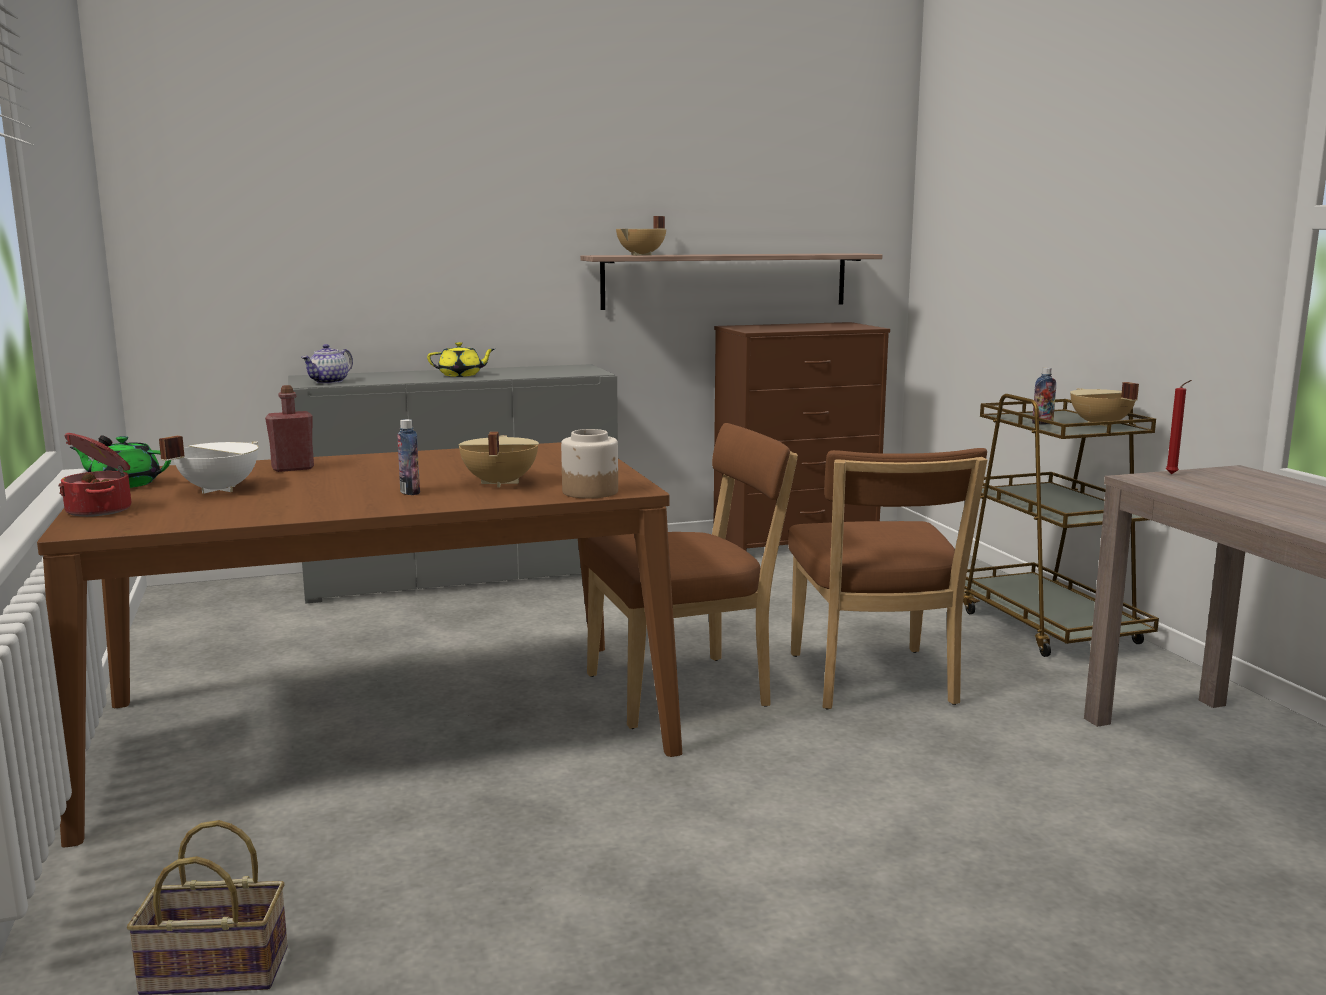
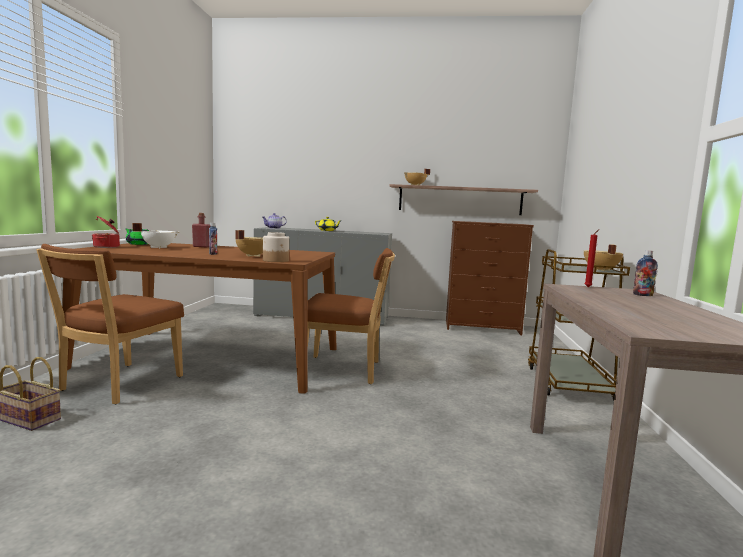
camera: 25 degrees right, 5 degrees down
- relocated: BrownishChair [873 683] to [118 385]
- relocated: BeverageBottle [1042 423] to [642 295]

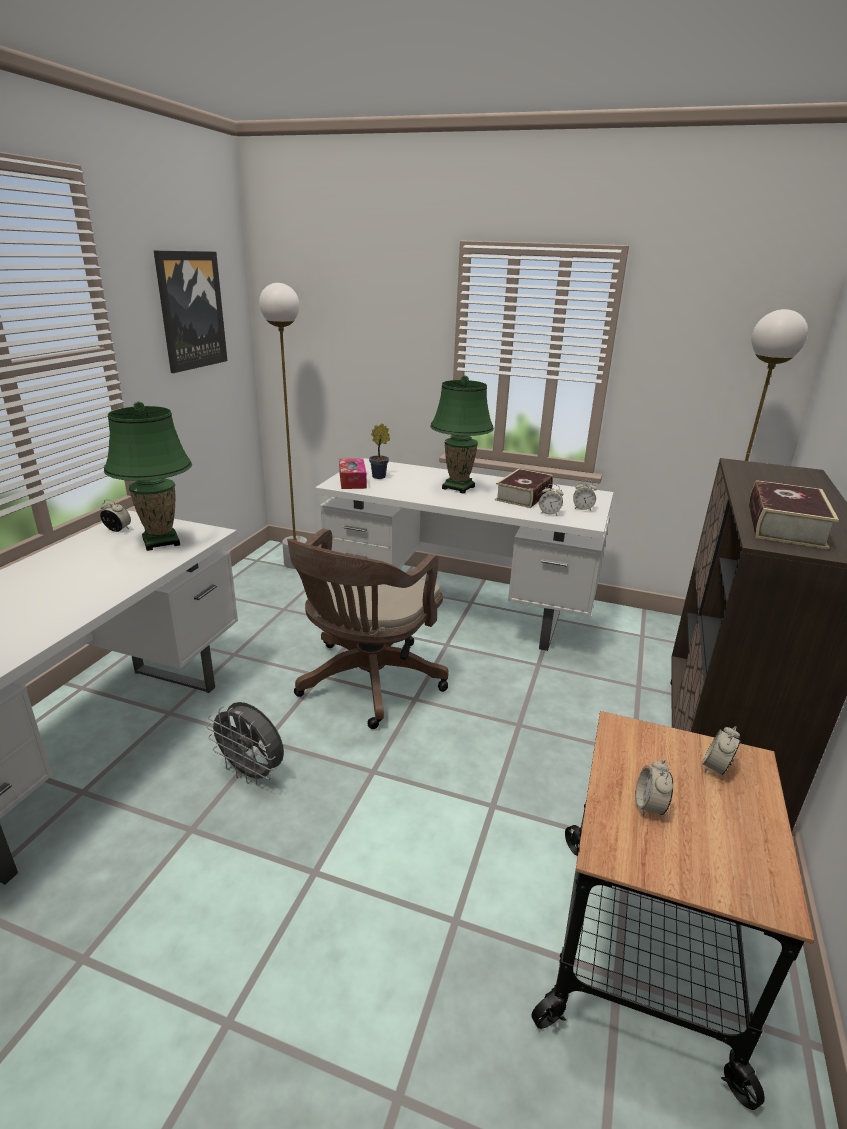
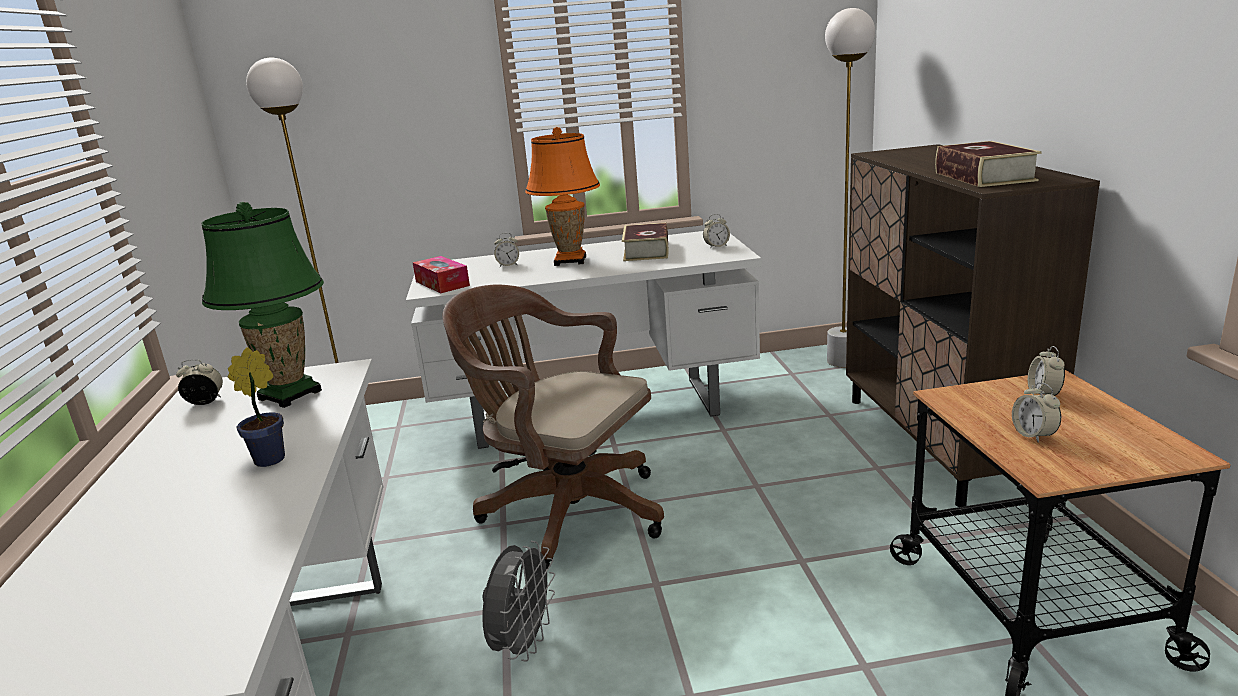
camera: 25 degrees left, 5 degrees down
- missing: Picture [191 310]
- relocated: PottedPlant [380 476] to [273 458]
- relocated: BedsideClock [549 513] to [508 265]
- colour: GreenColouredTabletopLamp [458 487] to OrangeTabletopLamp [570 261]
- spun: GreyishFan [252 773] = [523 644] 75 degrees counterclockwise
- spun: BrownishDeskChair [366 683] = [565 510] 120 degrees clockwise

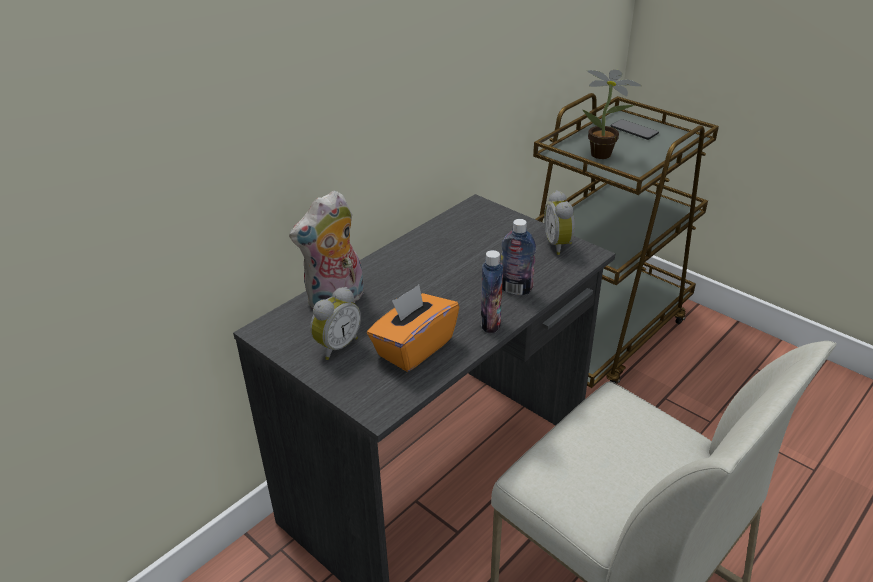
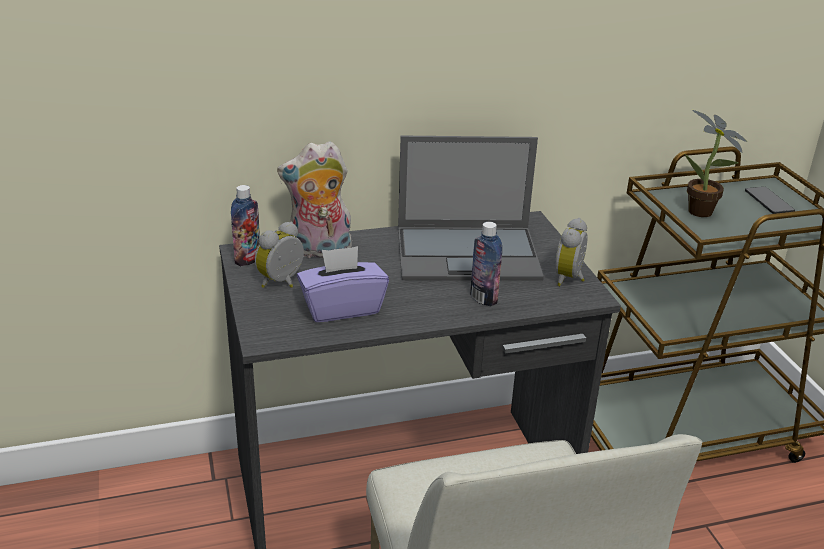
camera: 30 degrees right, 5 degrees down
- appeared: NotebookComputer [469 253]
- relocated: BeverageBottle [490 323] to [248 259]
- colour: OrangeTissueBox [414 347] to PurplishTissueBox [342 308]
- spun: BedsideClock [336 346] = [283 283] 150 degrees clockwise

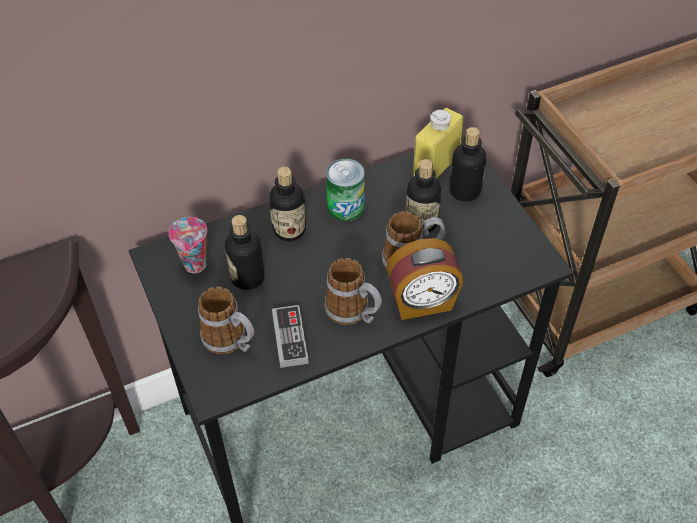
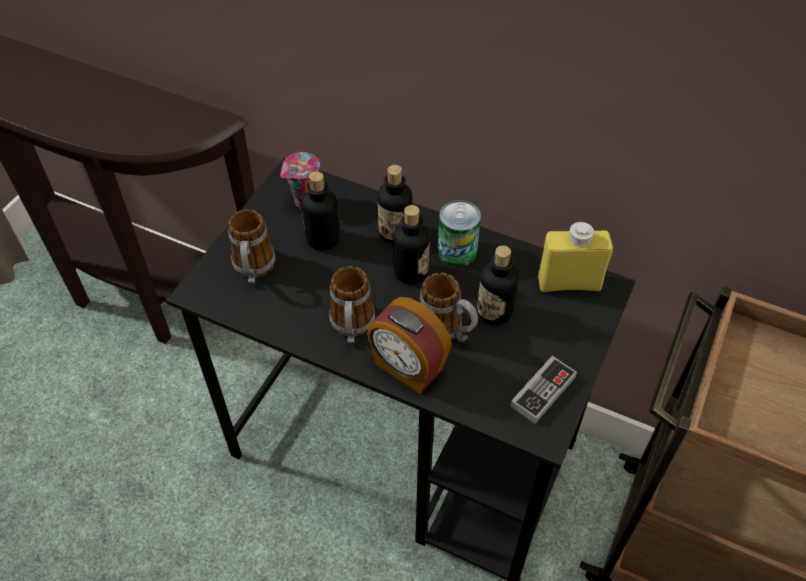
camera: 50 degrees right, 0 degrees up
- relocated: GameController [290 338] to [543 391]
- relocated: BeverageBottle [464 191] to [411 272]

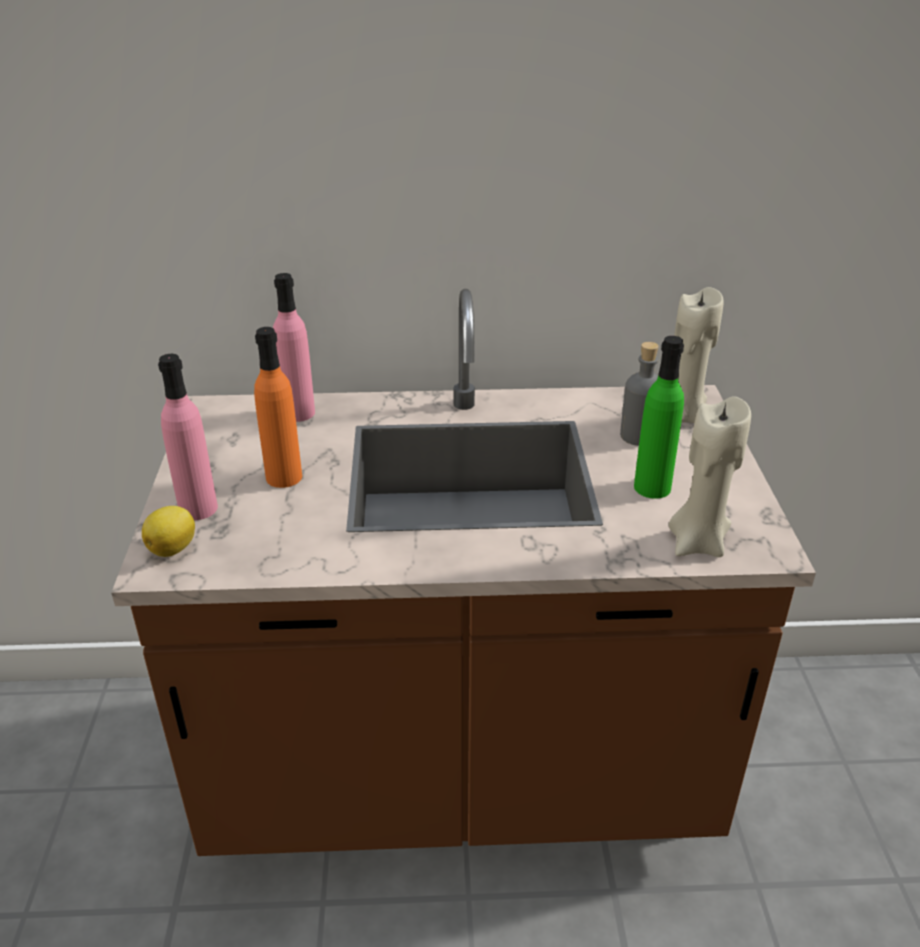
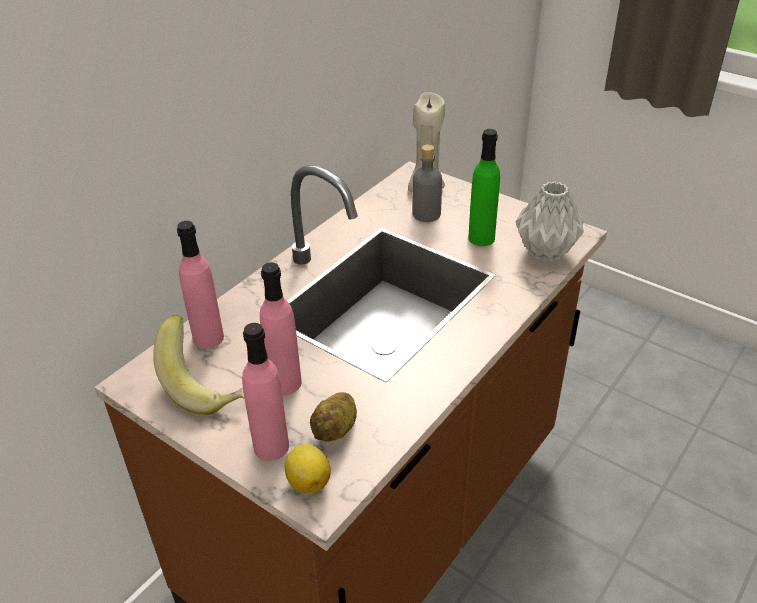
camera: 50 degrees left, 5 degrees up
- appeared: Banana [205 385]
- appeared: WholePotato [336 429]
- exchanged: SandColouredWaxLight [697 543] to GreyishDecorativeVase [547 252]
- colour: OrangeBeverageBottle [284 477] to PinkishBeverageBottle [285 383]

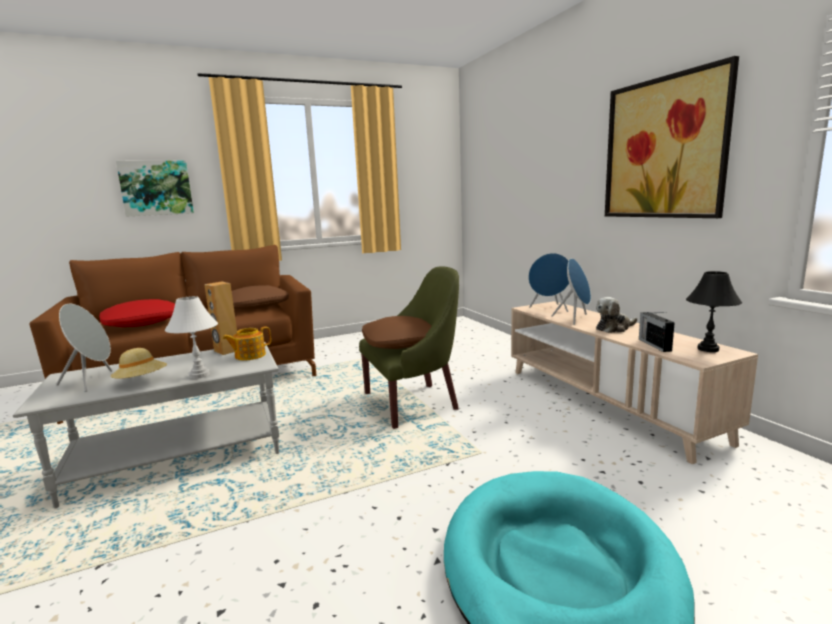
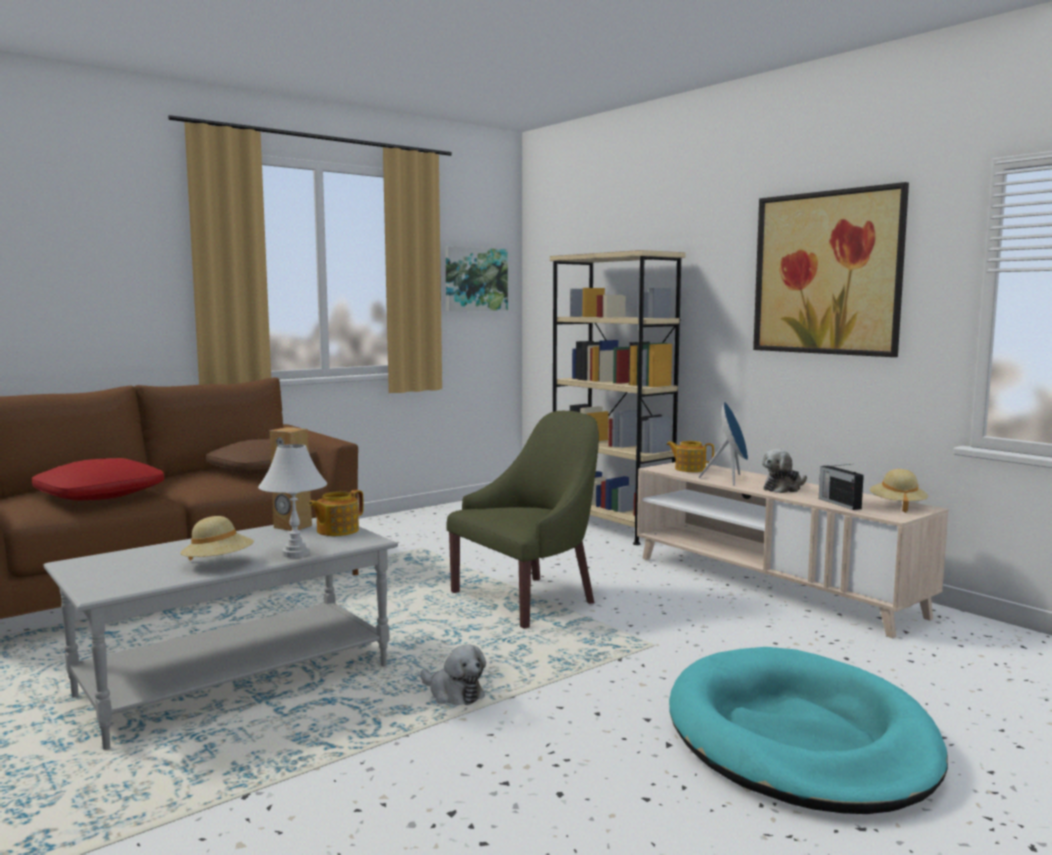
camera: 15 degrees left, 5 degrees down
- missing: GreyishLoudspeaker [92 381]
- missing: BrownishCushion [399 342]
- appeared: CuddlyToy [453 694]
- appeared: SandColouredShelvingUnit [610 526]
- relocated: Picture [156 188] to [475 279]
- exchanged: BlueLoudspeaker [550 309] to TeaPot [689 469]
- exchanged: BlackTabletopLamp [708 349] to SandColouredWearableHat [897 506]

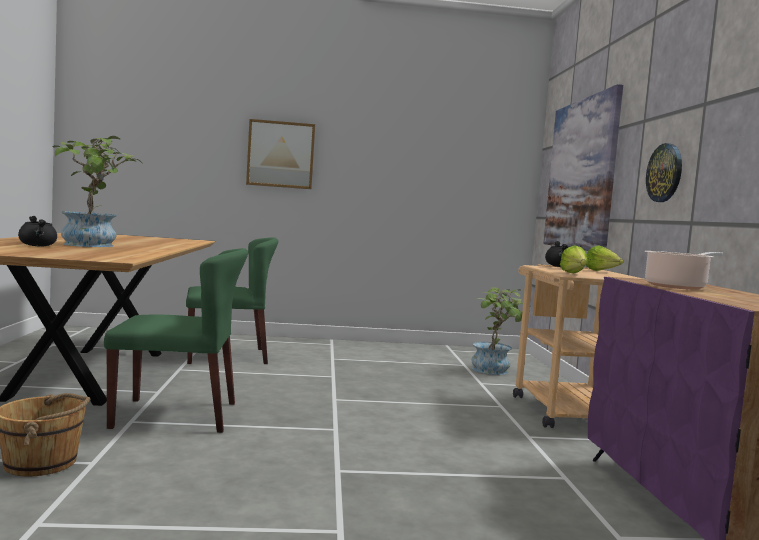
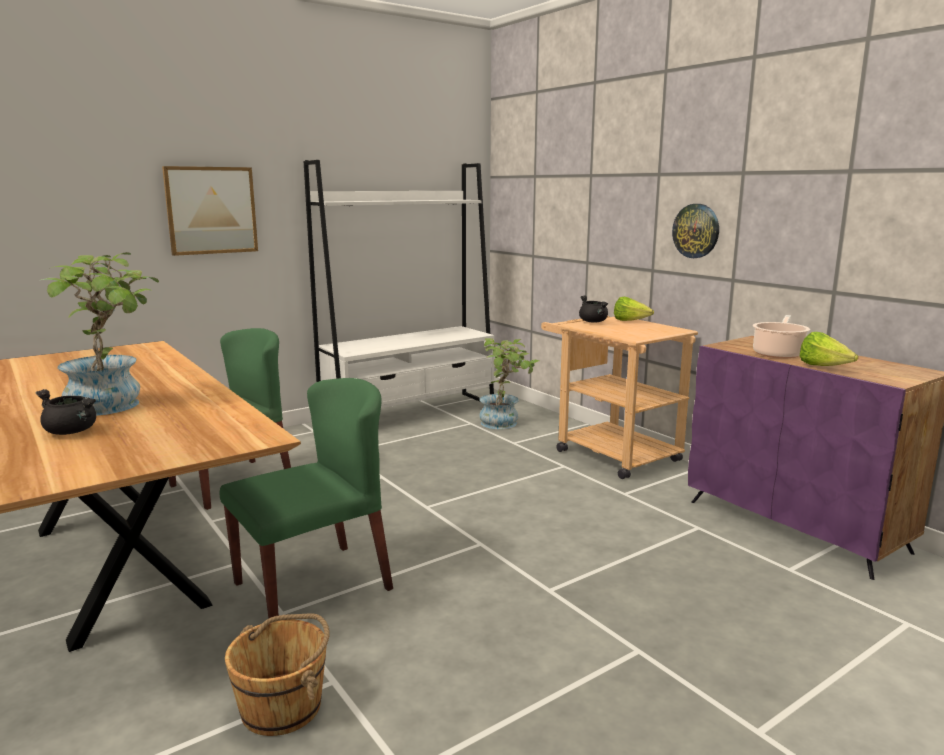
camera: 30 degrees left, 10 degrees up
- missing: Picture [581 174]
- appeared: WhitishShelvingUnit [410 414]
- relocated: LettuceHead [574 274] to [823 367]

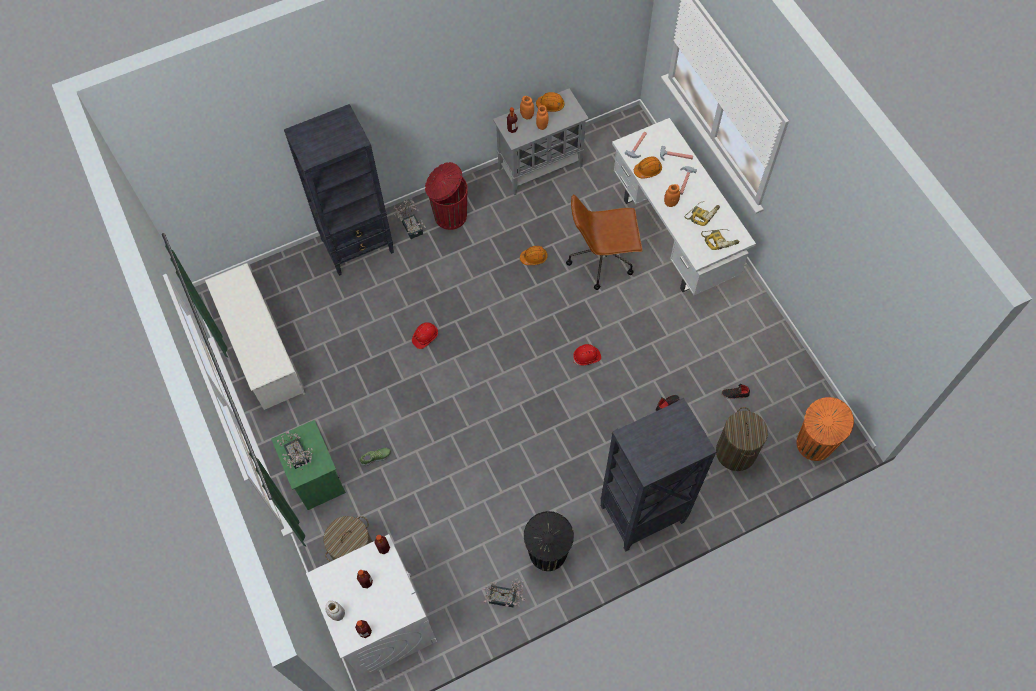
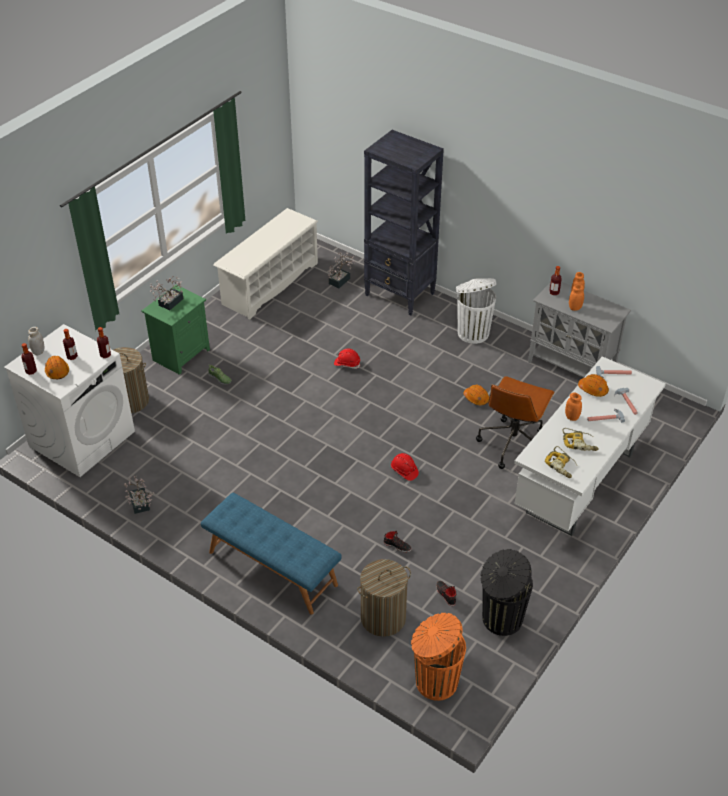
camera: 60 degrees right, 20 degrees down
- relocated: PottedPlant [411 226] to [341 280]
- relocated: BlackWasteBin [547 554] to [501 619]
- relocated: OrangeWorkHelmet [550 105] to [57 371]
- exchanged: BlackShelvingUnit [641 514] to BlueIndoorBench [272 569]
- colour: ReddishWasteBin [449 216] to WhitishWasteBin [472 332]
- spun: BrownishDeskChair [602 259] = [512 443] 120 degrees counterclockwise

